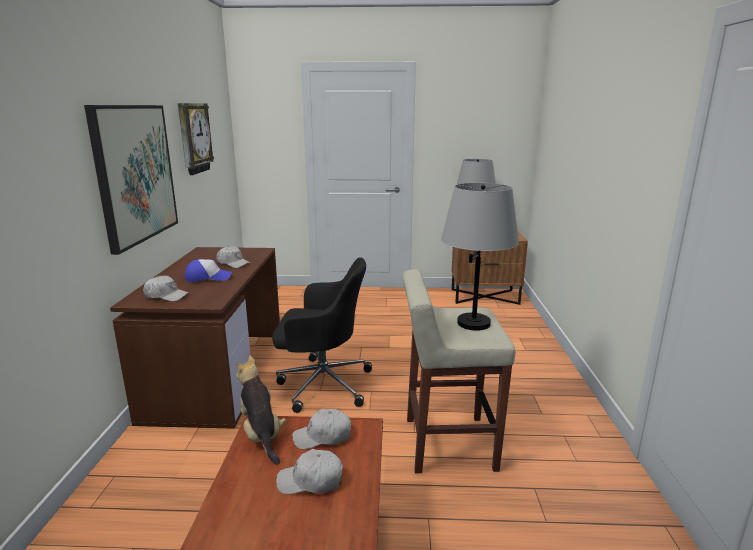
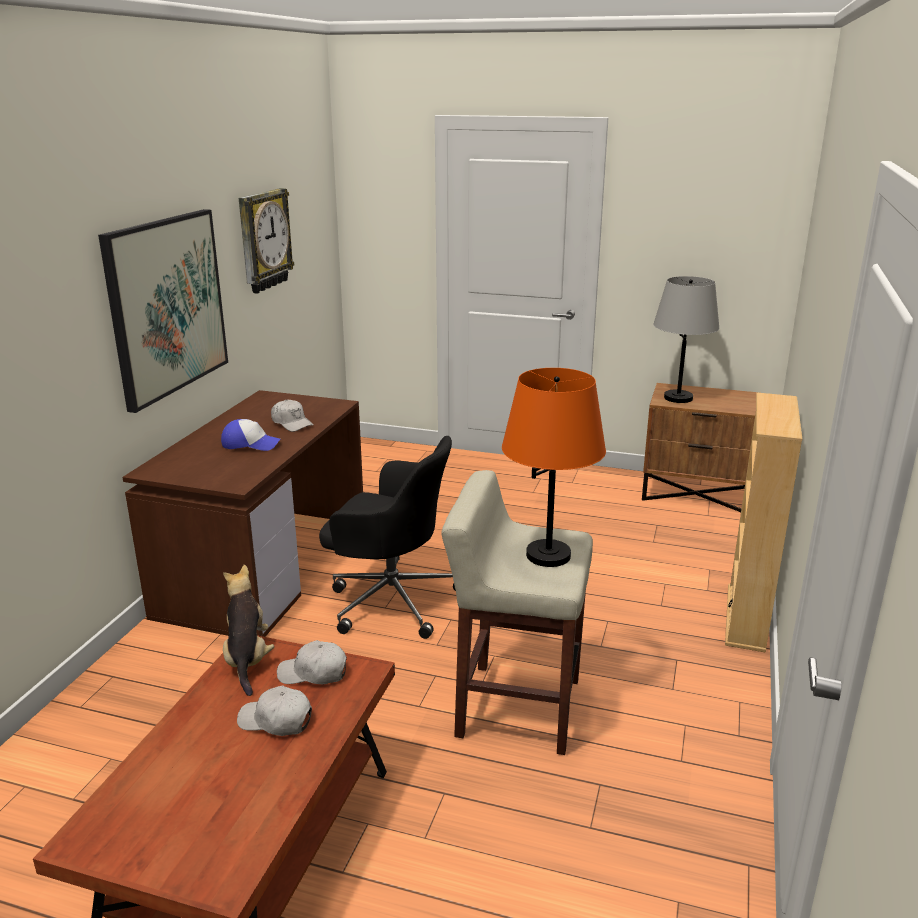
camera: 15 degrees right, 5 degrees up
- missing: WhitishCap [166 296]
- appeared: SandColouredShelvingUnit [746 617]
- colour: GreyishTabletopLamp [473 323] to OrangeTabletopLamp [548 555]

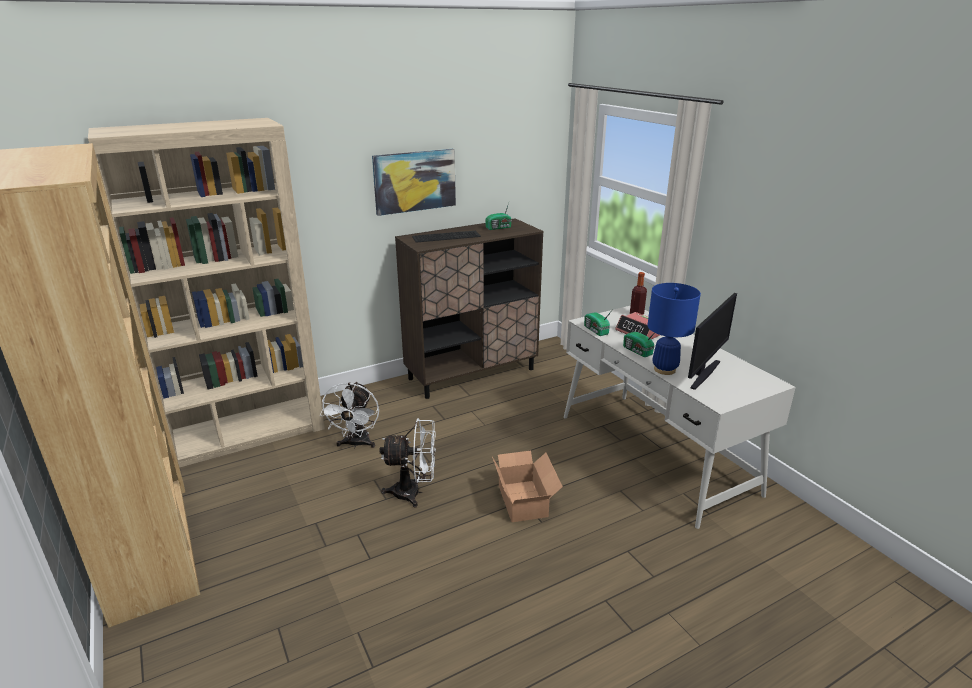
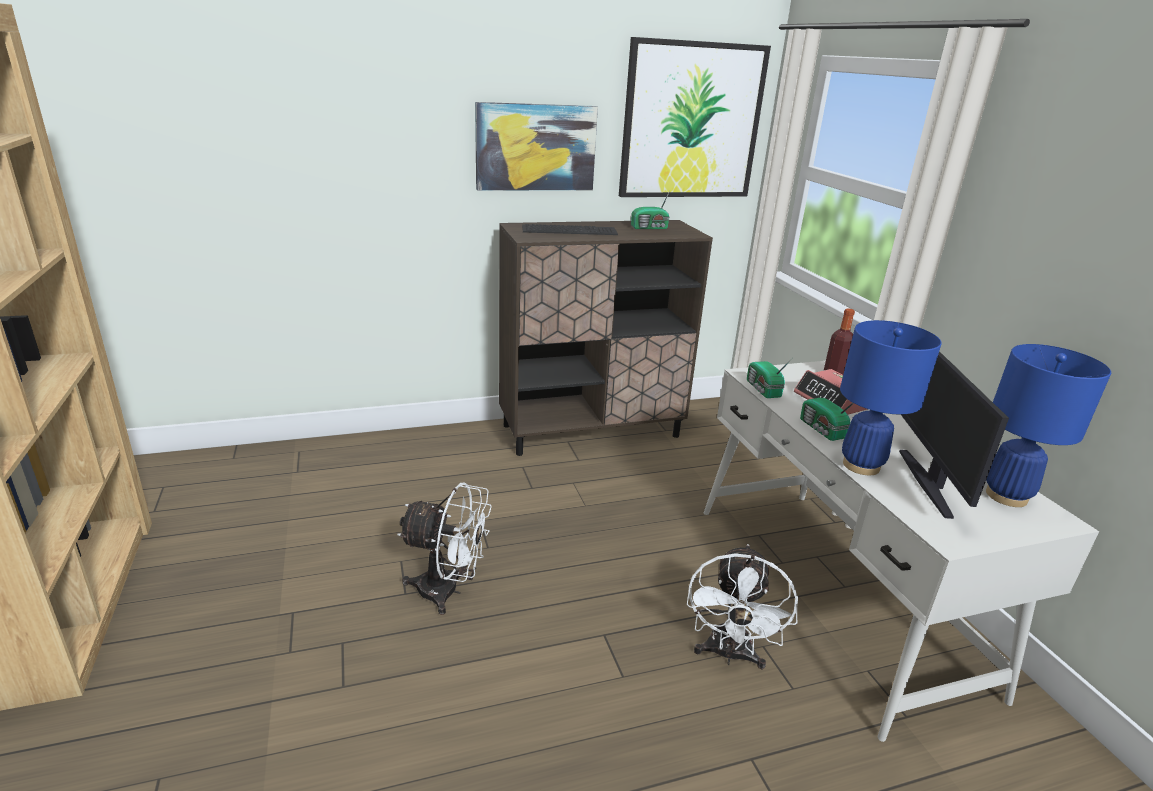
camera: 10 degrees right, 0 degrees up
- missing: SandColouredShelvingUnit [249 432]
- missing: CardboardBox [524 499]
- appeared: Picture [691 122]
- appeared: BlueTabletopLamp [1006 496]
- relocated: WhitishFan [356 444] to [729 655]
- spun: ComputerDisplay [703 374] = [928 482] 135 degrees clockwise

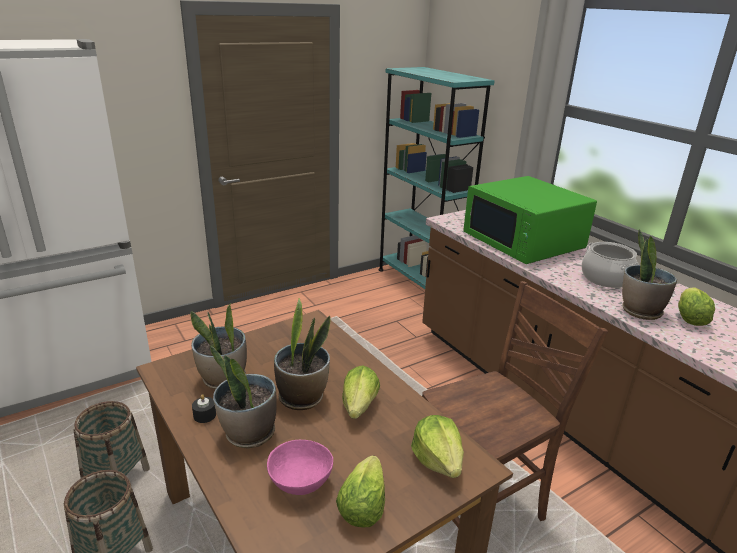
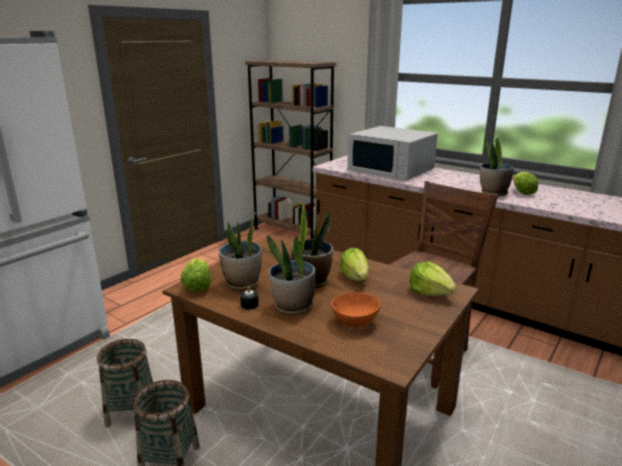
camera: 20 degrees left, 5 degrees down
- missing: Saucepot [606 278]
- relocated: LettuceHead [362 507] to [197 286]
- colour: PinkishServingBowl [301 484] to OrangeServingBowl [356 322]
- colour: TurquoiseShelvingUnit [419 283] to BrownishShelvingUnit [292 232]
- colour: GreenColouredMicrowaveOven [523 241] to WhitishMicrowaveOven [391 170]

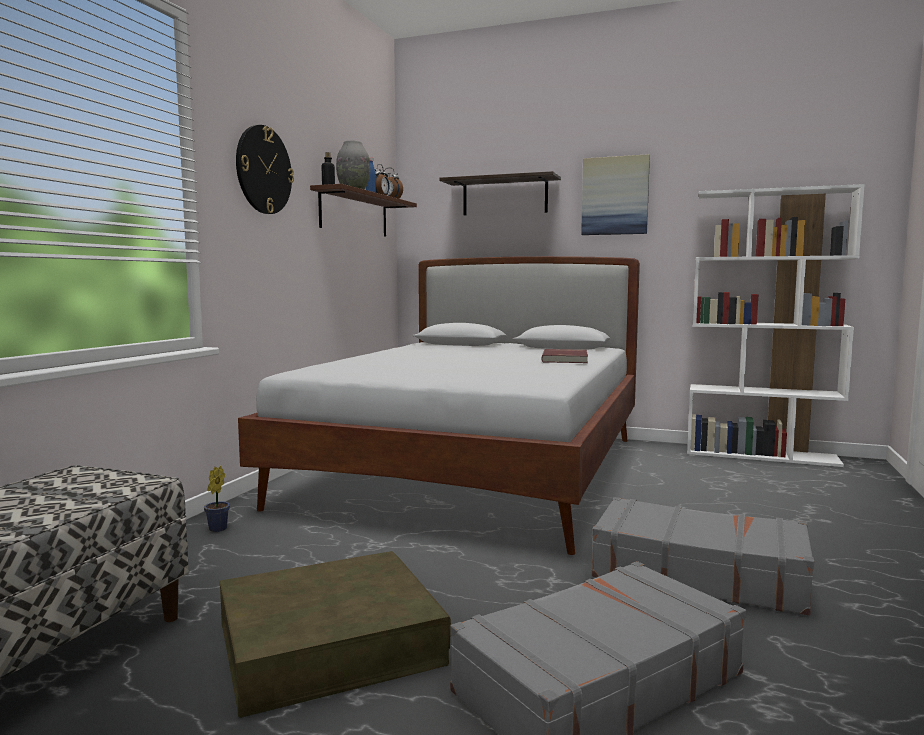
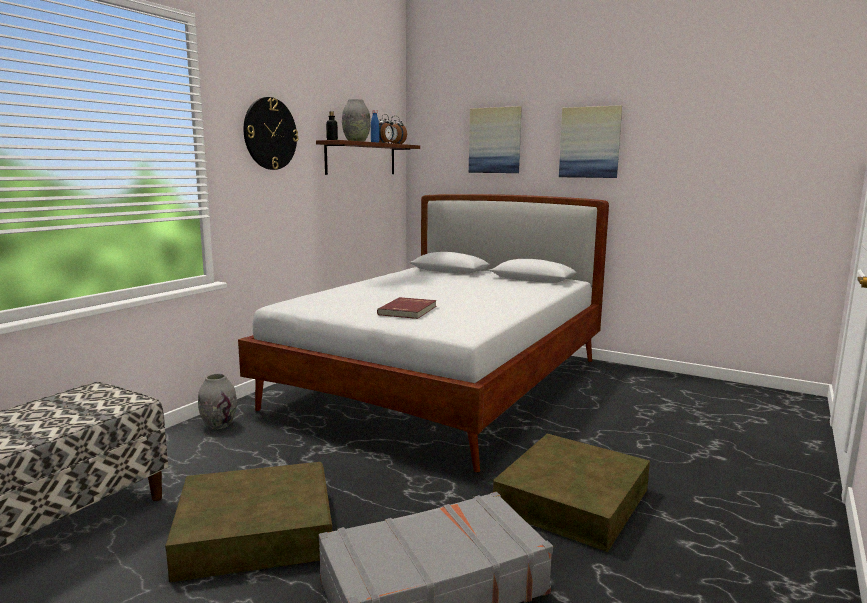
camera: 10 degrees right, 5 degrees up
- missing: WhitishShelvingUnit [761 455]
- relocated: ReddishBoundBook [566 359] to [409 310]
- exchanged: PottedPlant [216 530] to GreyishDecorativeVase [219 424]
- exchanged: BracketShelf [504 196] to Picture [495 140]
- exchanged: GreyishTravelCase [698 573] to BrownishStorageContainer [572 499]

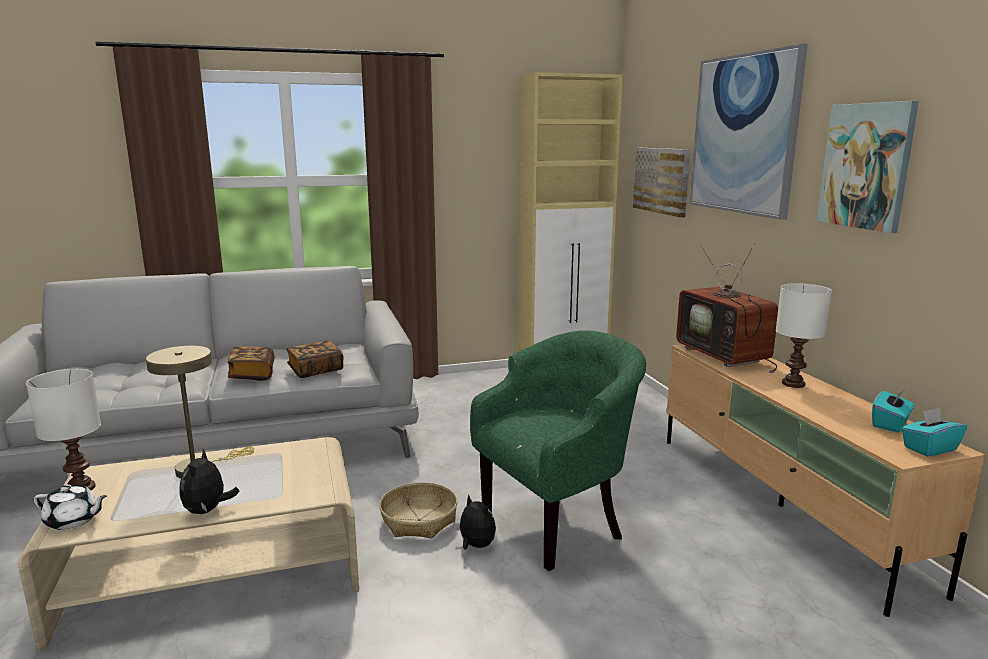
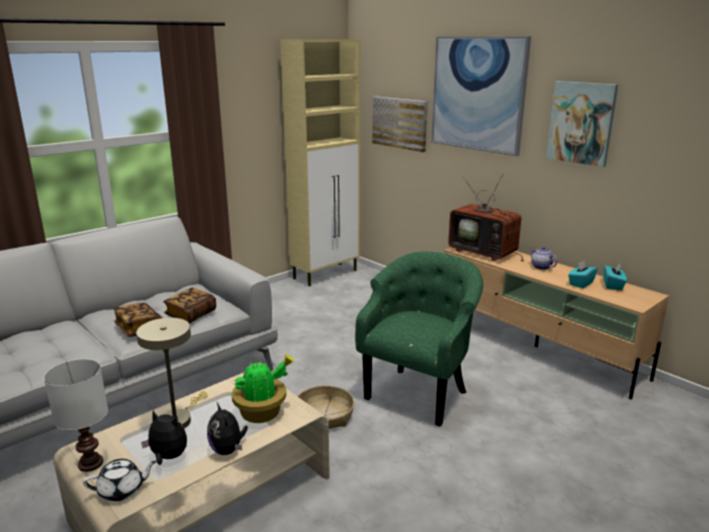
camera: 25 degrees left, 5 degrees up
- appeared: PottedPlant [262 413]
- relocated: CuddlyToy [475 546] to [168 457]
- relocated: TurquoiseTissueBox [929 448] to [581 283]
- exchanged: WhitishTabletopLamp [792 383] to TeaPot [540 267]

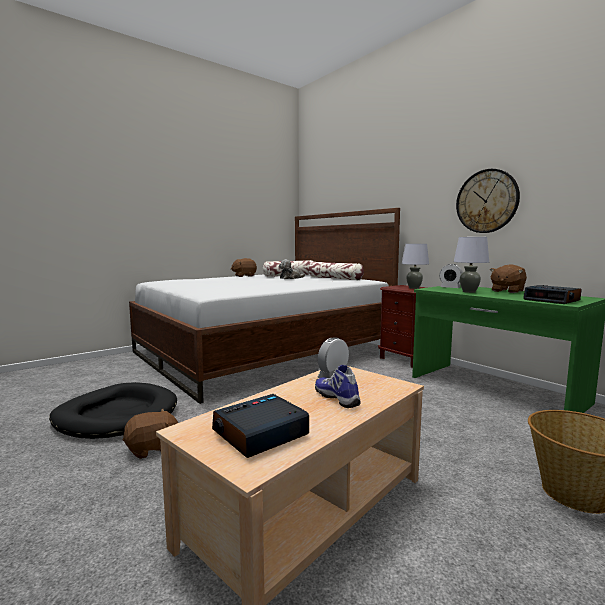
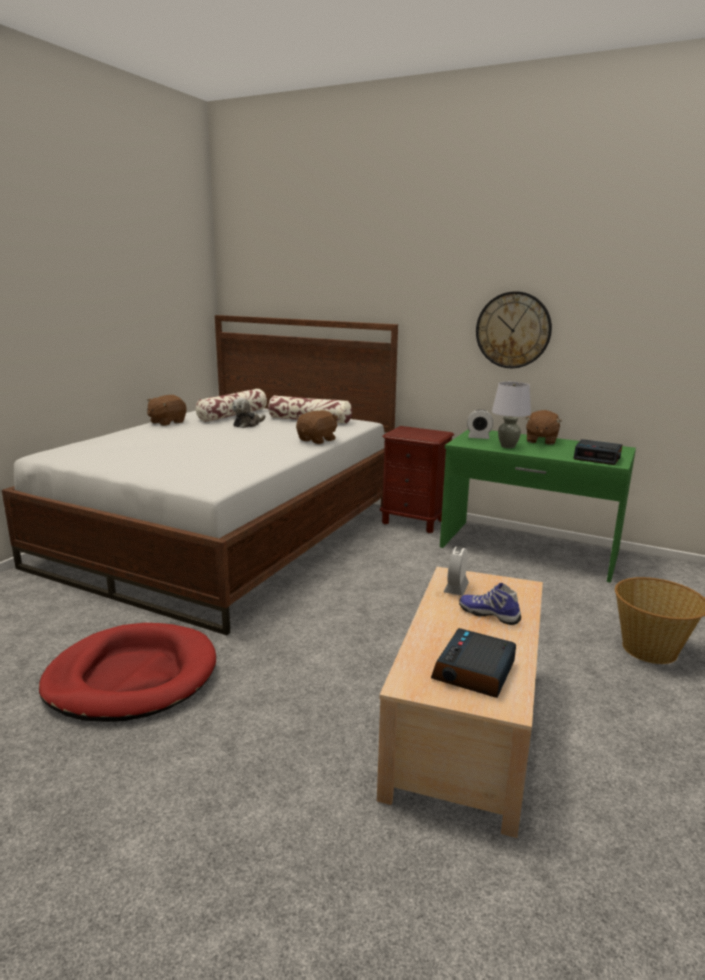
camera: 25 degrees left, 10 degrees up
- missing: GreyishTabletopLamp [413 288]
- relocated: BrownishCuddlyToy [152 448] to [317 440]
- colour: BlackDogCushion [116 415] to ReddishDogCushion [132 677]

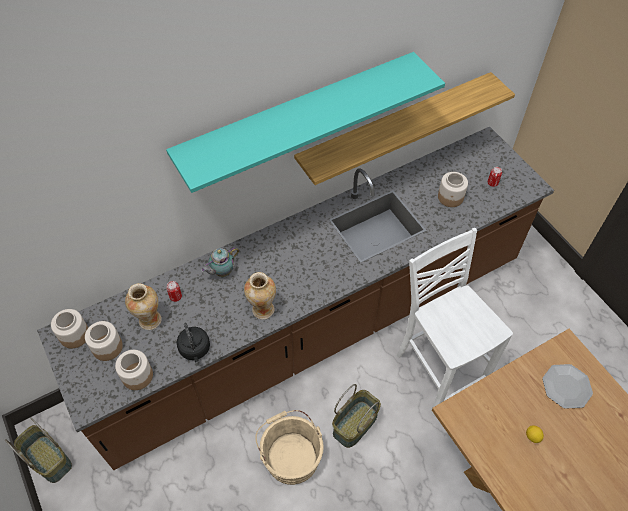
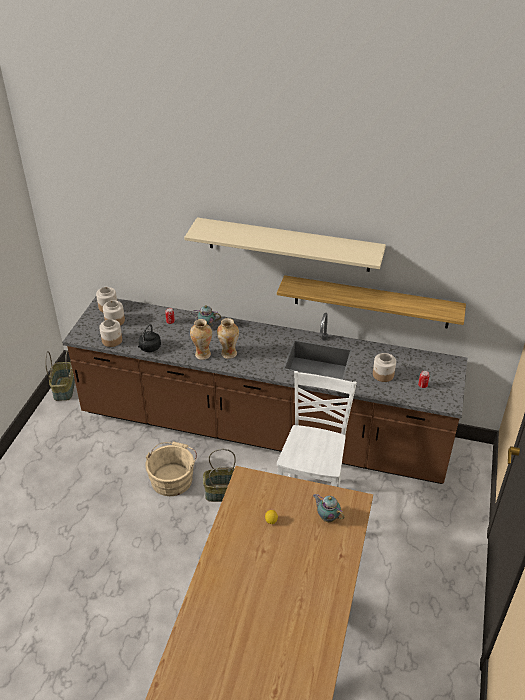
camera: 45 degrees right, 15 degrees down
- relocated: DecorativeVase [150 321] to [228 354]
- exchanged: DinnerPlate [566 386] to TeaPot [327 517]
- colour: TurquoiseBracketShelf [297 115] to SandColouredBracketShelf [288 244]

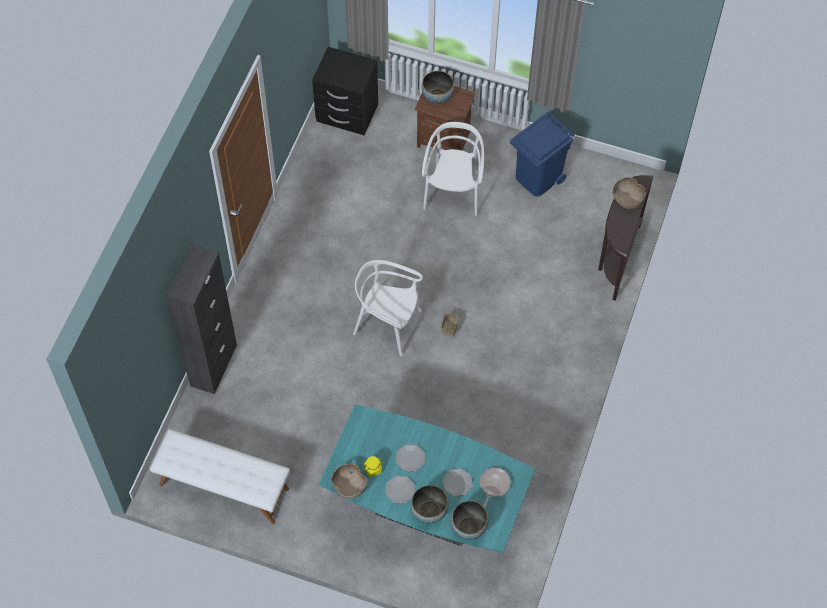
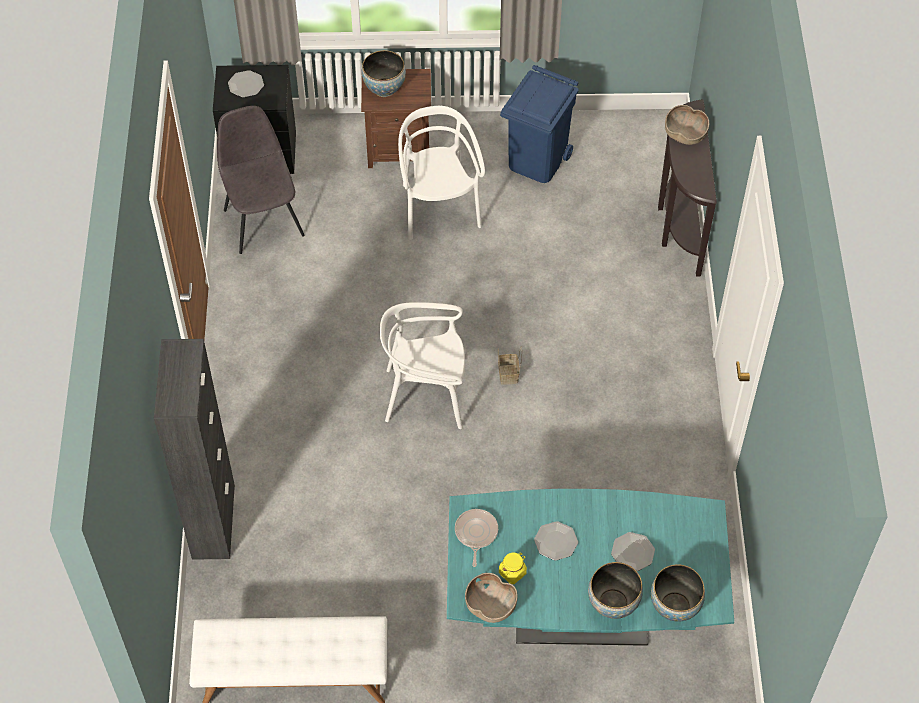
camera: 20 degrees left, 5 degrees down
- appeared: GreyishChair [263 221]
- relocated: DinnerPlate [400 490] to [246 85]
- relocated: FryingPan [493 485] to [476 533]

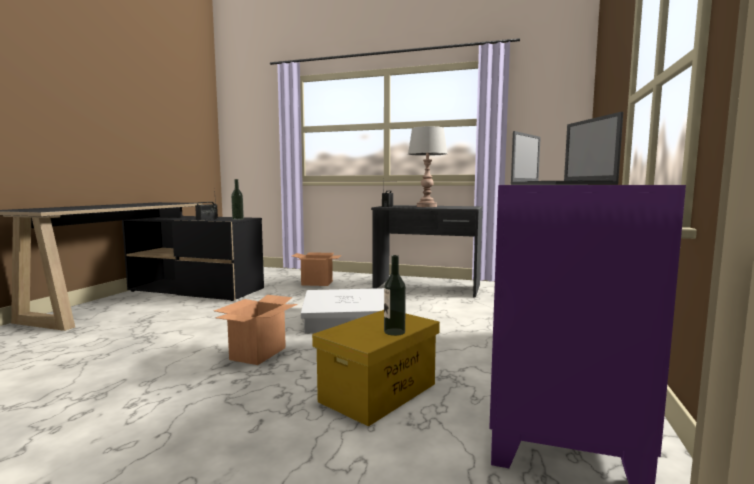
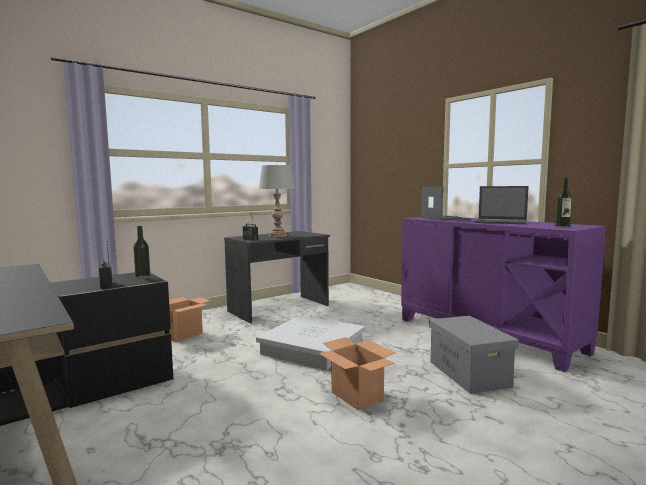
camera: 55 degrees left, 0 degrees up
- relocated: BeverageBottle [394 332] to [562 227]
- colour: YellowStorageContainer [378 393] to GreyishStorageContainer [469 374]

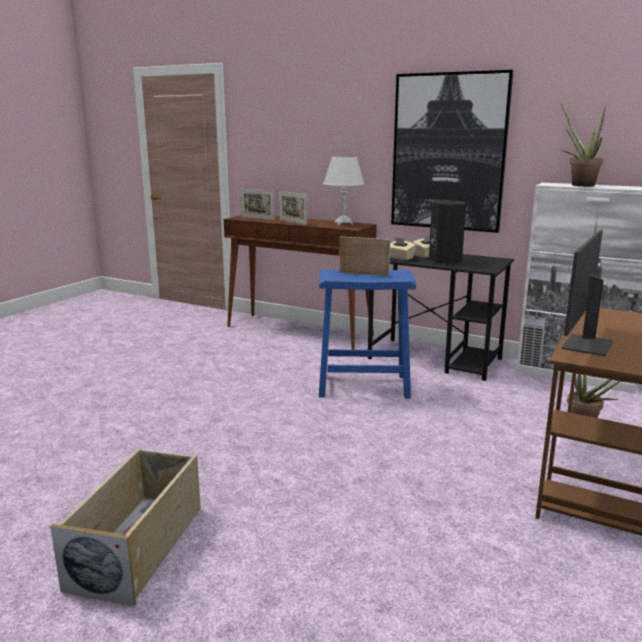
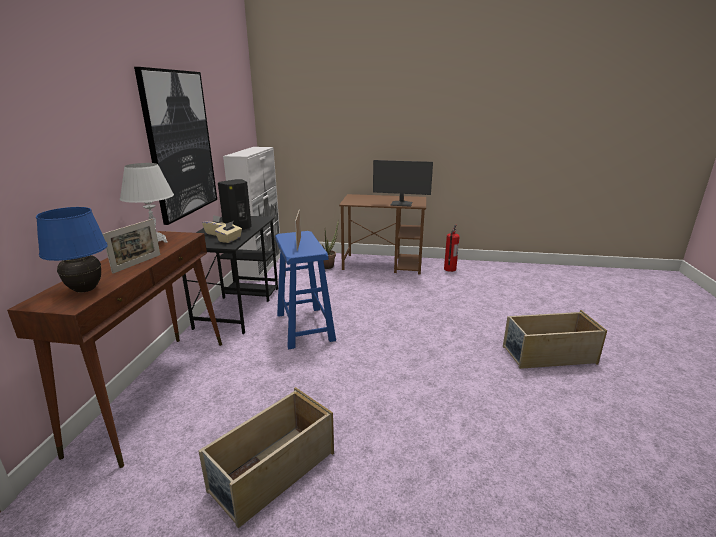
camera: 110 degrees left, 5 degrees up
- missing: PottedPlant [578 185]
- appeared: SandColouredStorageContainer [272 472]
- appeared: FireExtinguisher [449 269]
- exchanged: PictureFrame [257 218] to BlueTabletopLamp [85 290]

